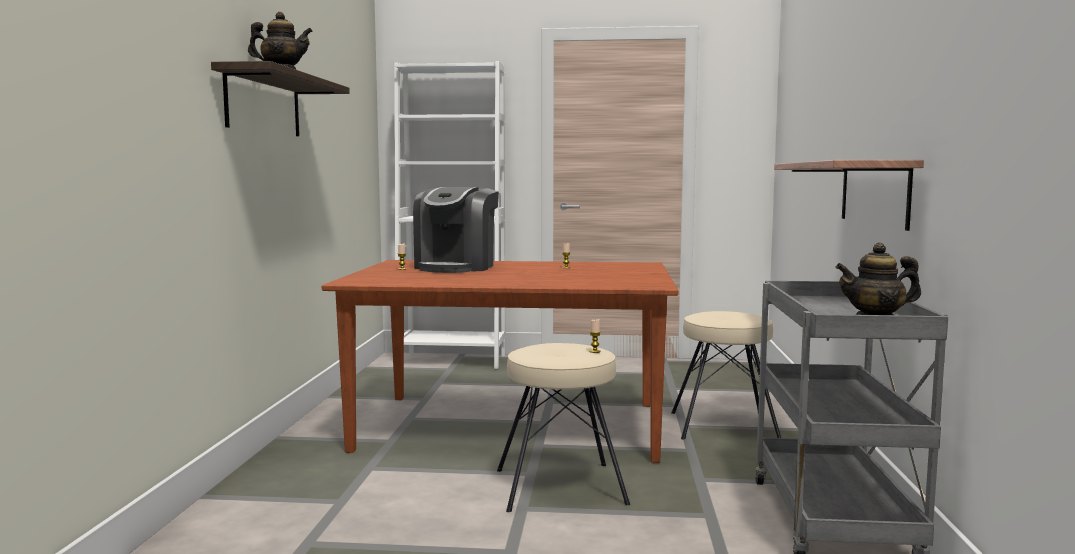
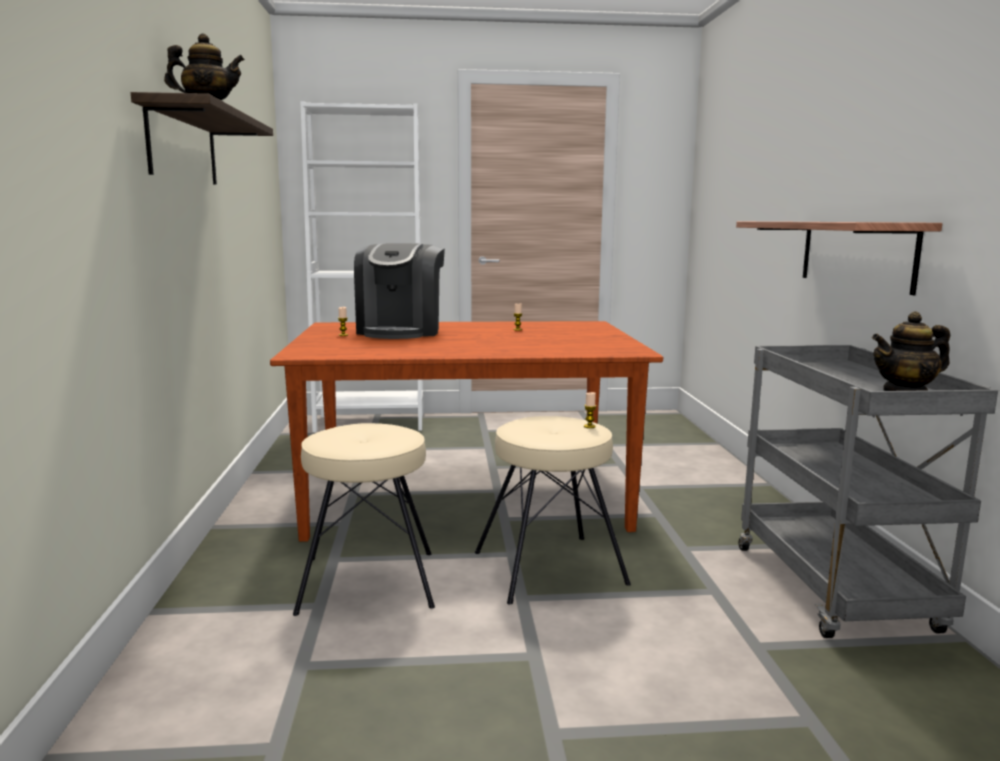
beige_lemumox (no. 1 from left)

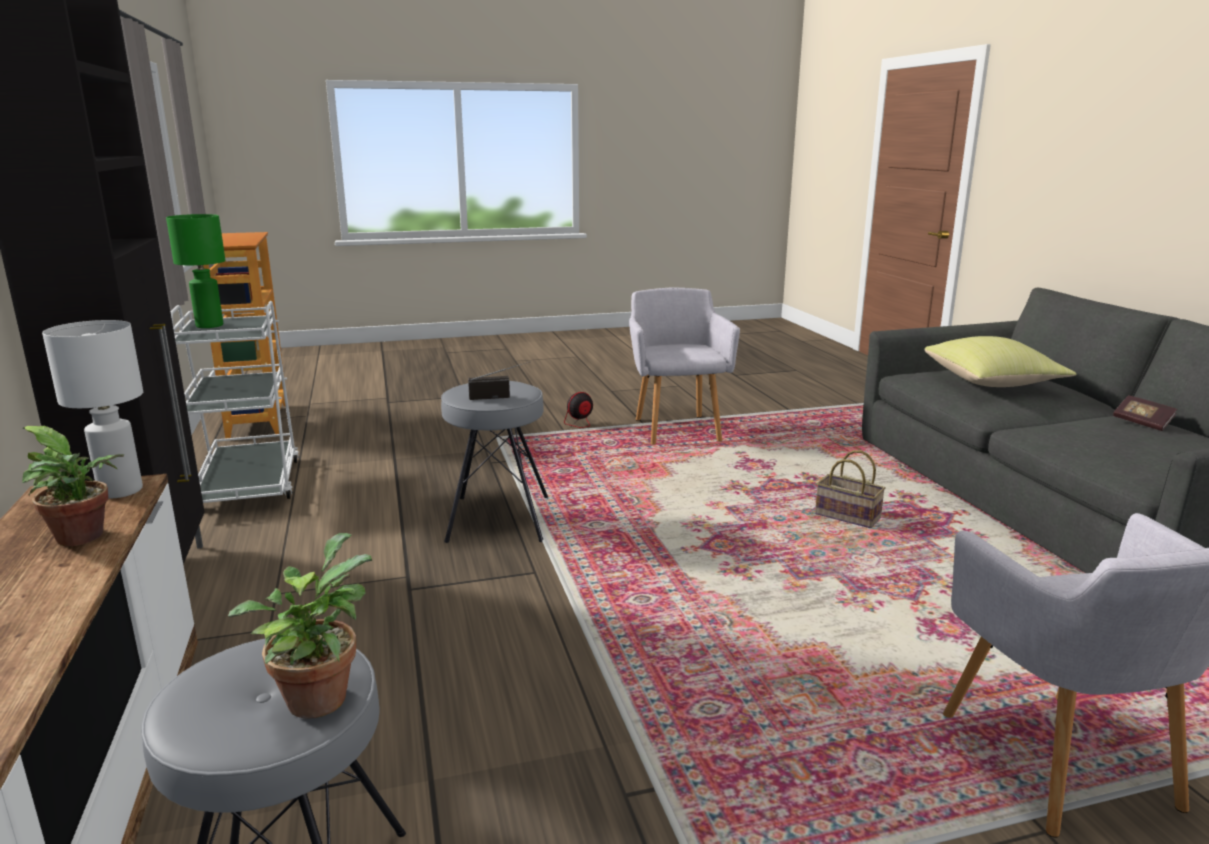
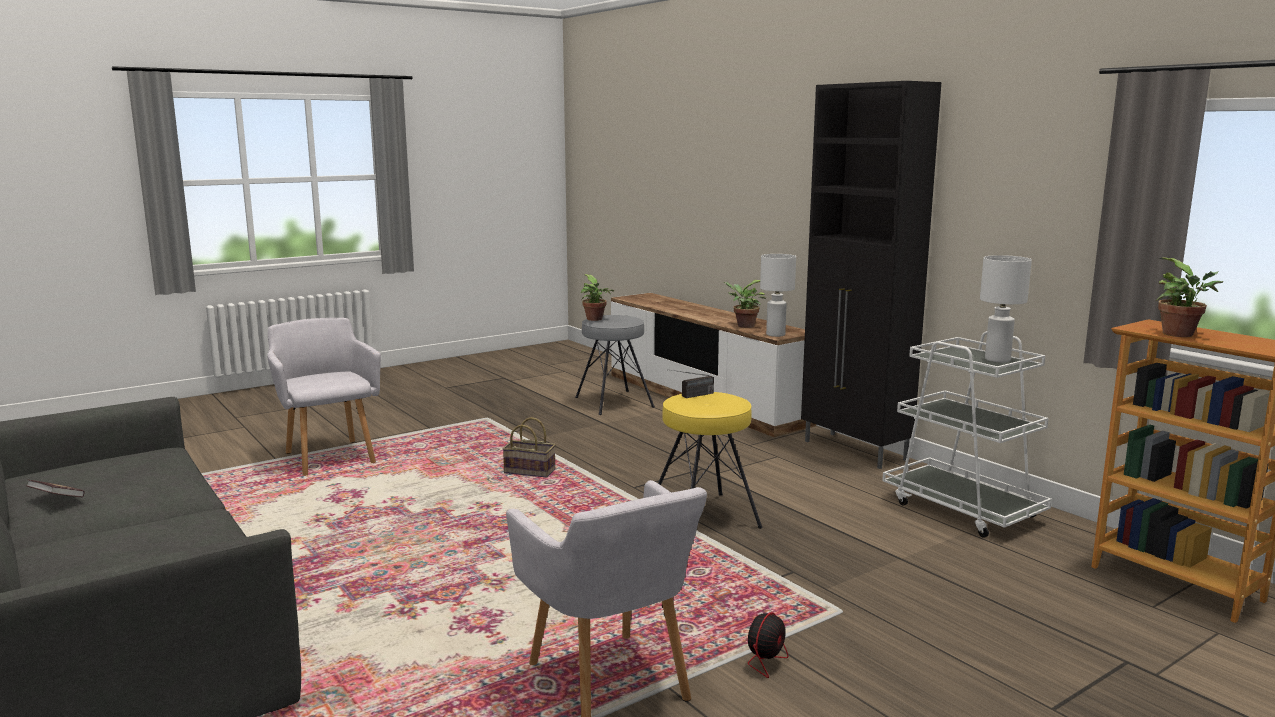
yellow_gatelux; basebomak (no. 3 from left); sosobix; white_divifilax (no. 2 from left); yellow_lemumox

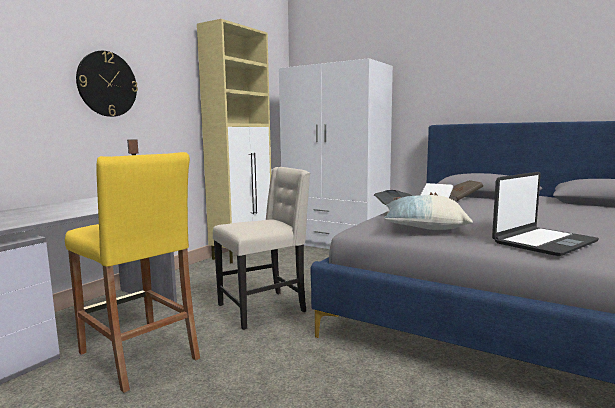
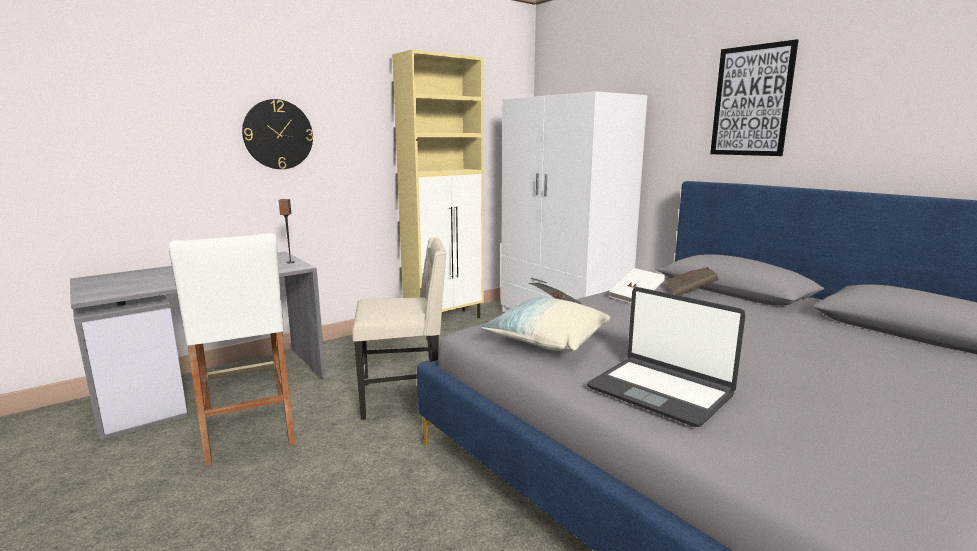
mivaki; white_lemumox; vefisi

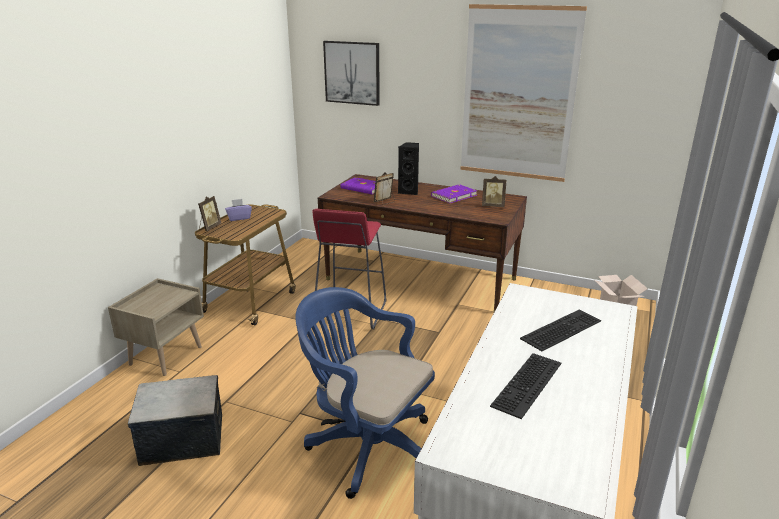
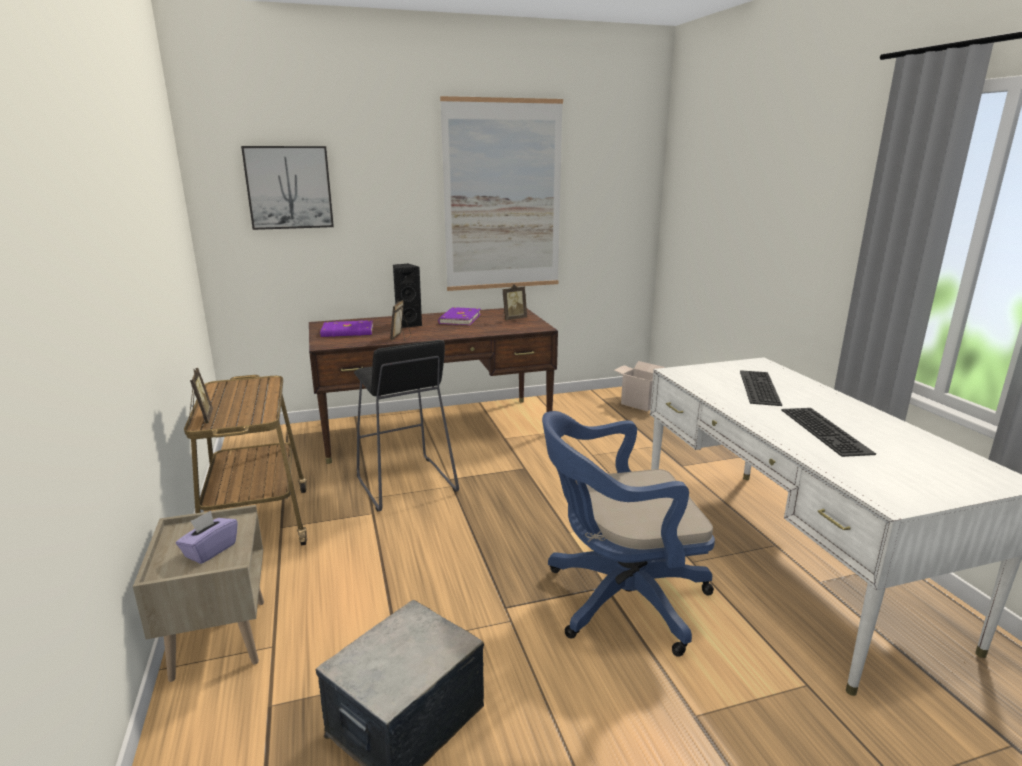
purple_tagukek; black_lemumox

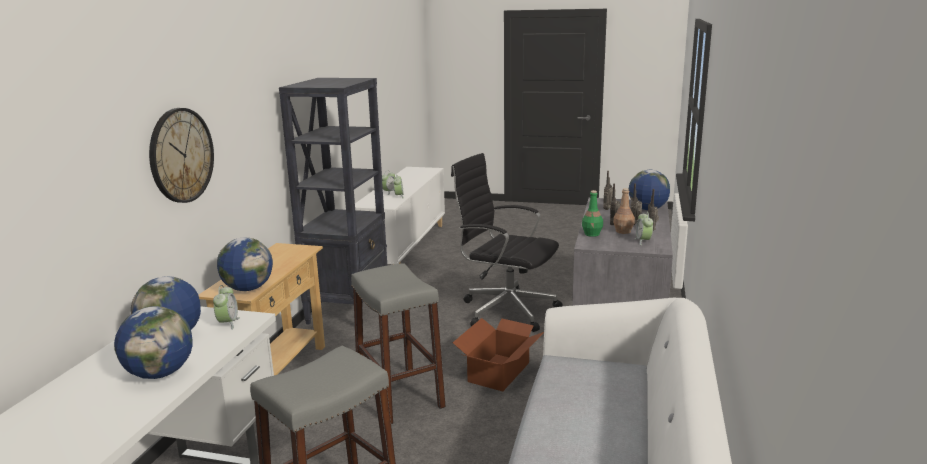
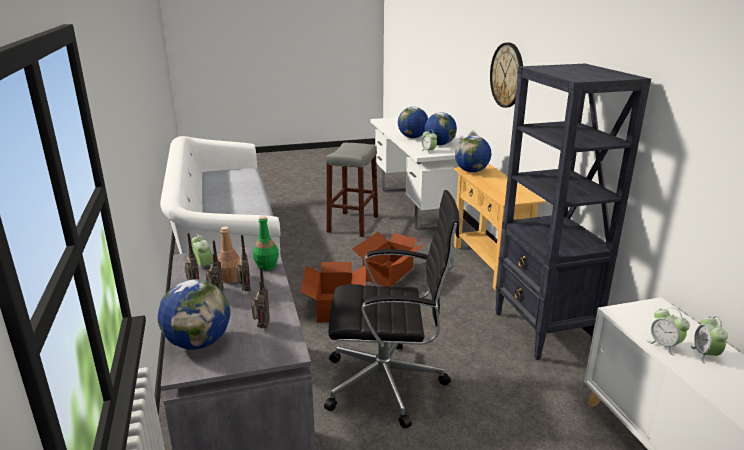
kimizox (no. 2 from left)

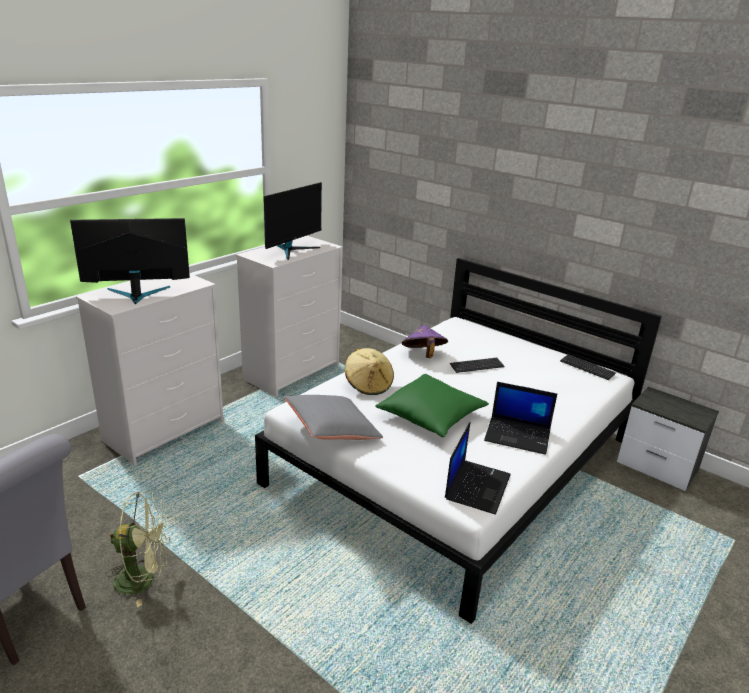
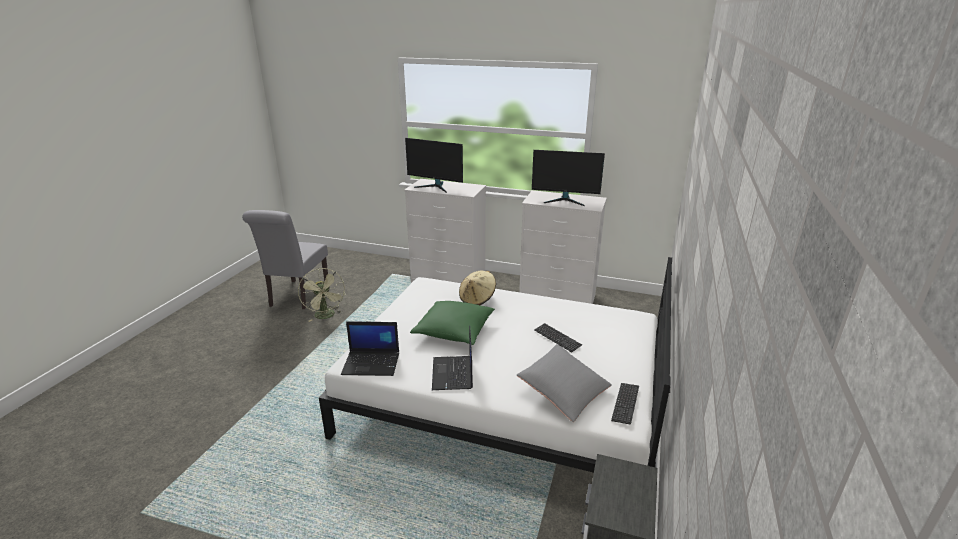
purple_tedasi; grey_gatelux; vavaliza (no. 1 from left)

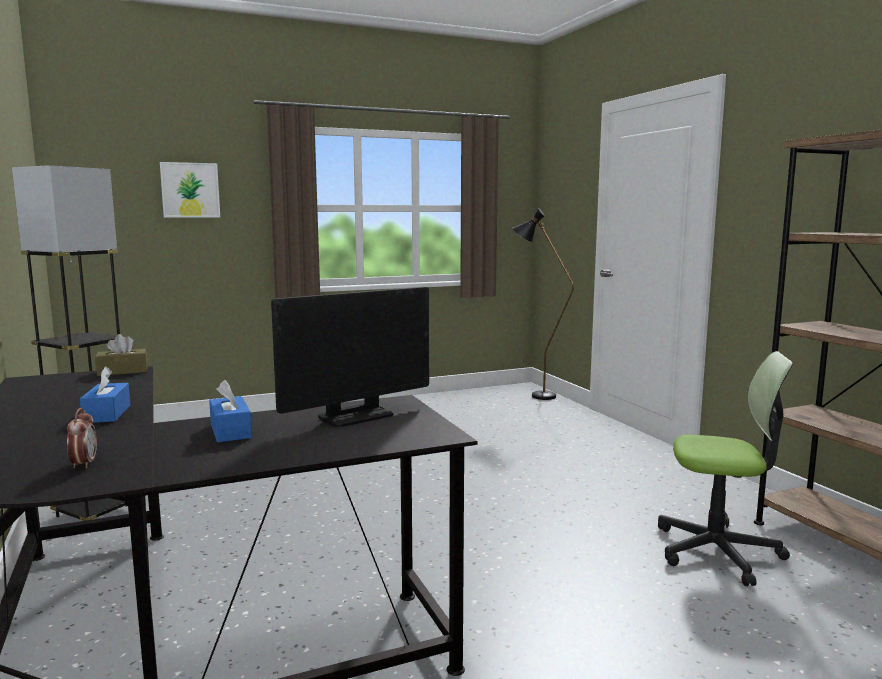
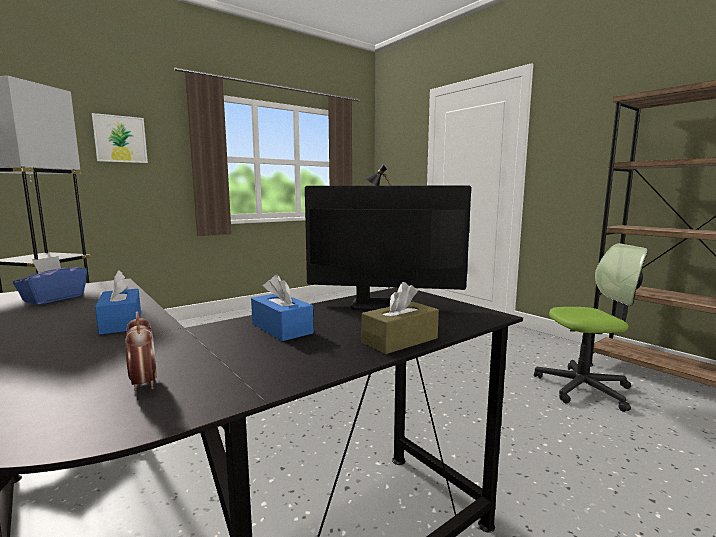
blue_tagukek (no. 1 from left); brown_tagukek; vavaliza

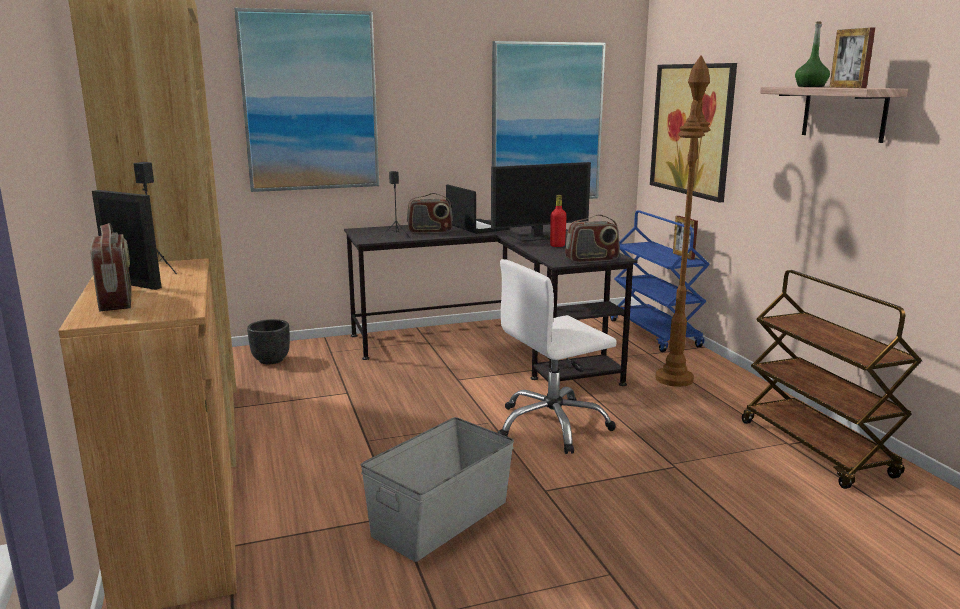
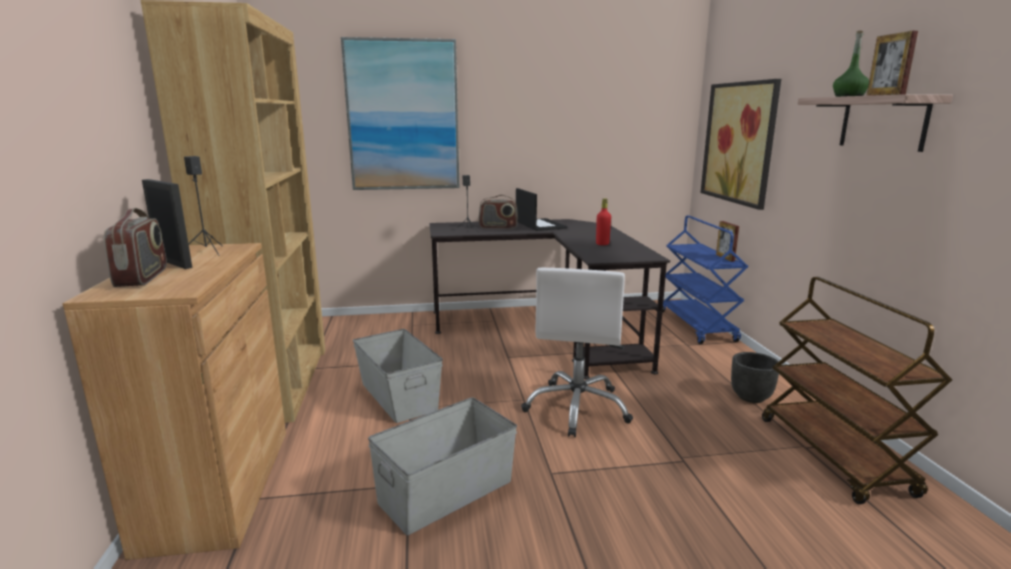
vavaliza; mivaki (no. 2 from left in the first image); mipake (no. 3 from left in the first image); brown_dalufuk; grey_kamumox (no. 1 from left); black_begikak; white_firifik

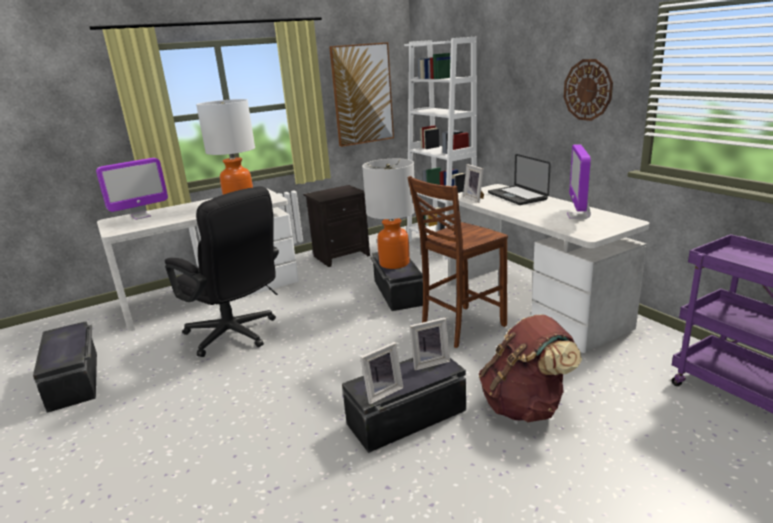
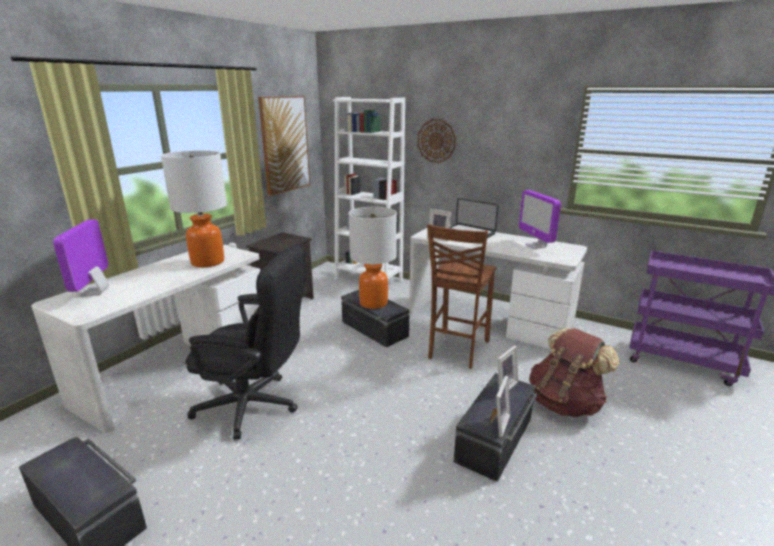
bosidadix; vavaliza (no. 1 from left)

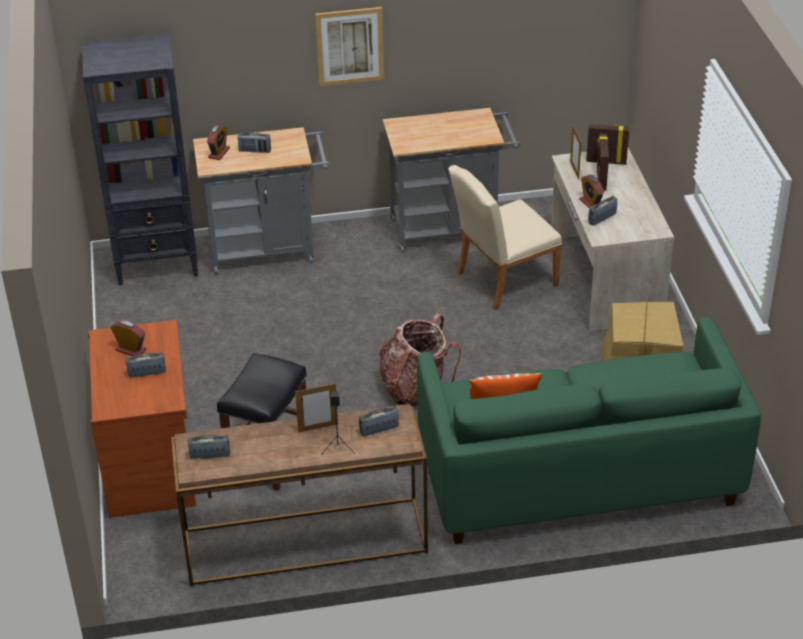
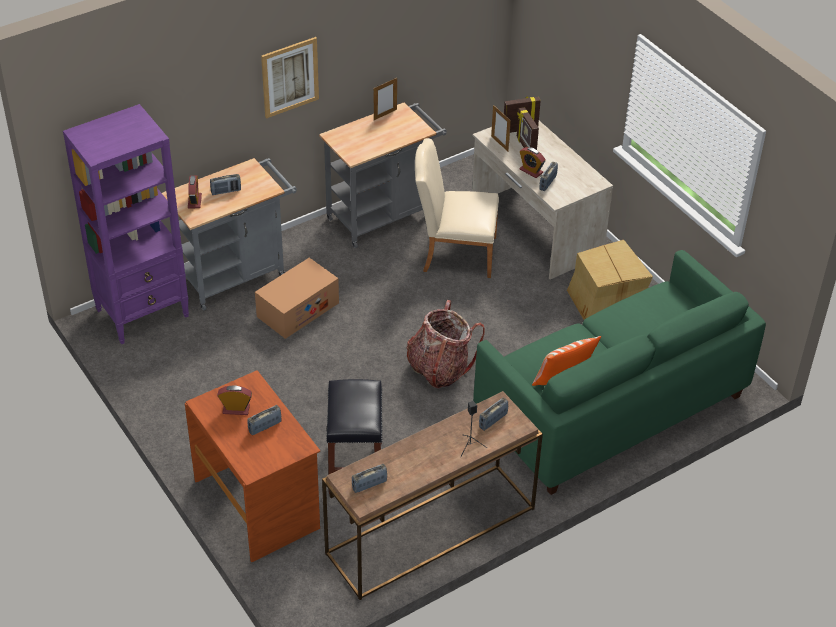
kimizox (no. 1 from left); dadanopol (no. 1 from left); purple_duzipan; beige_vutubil

